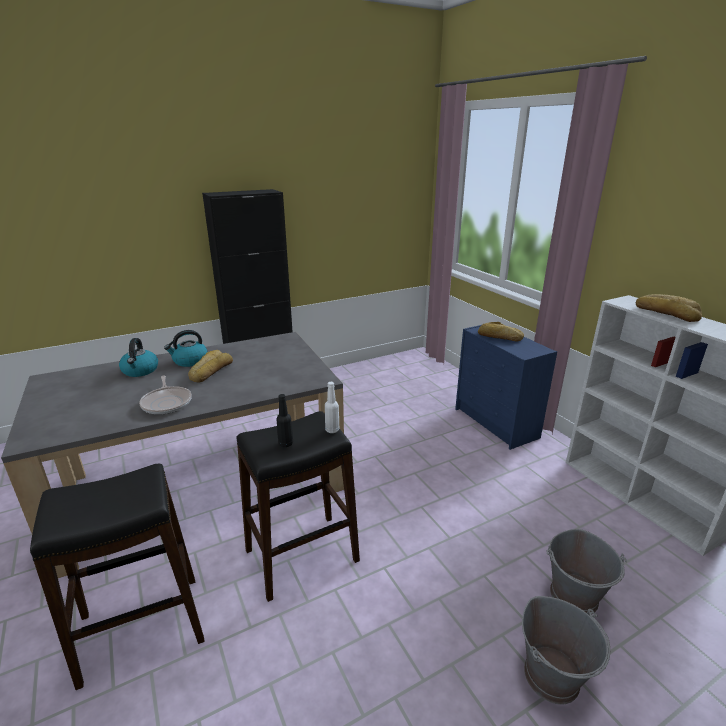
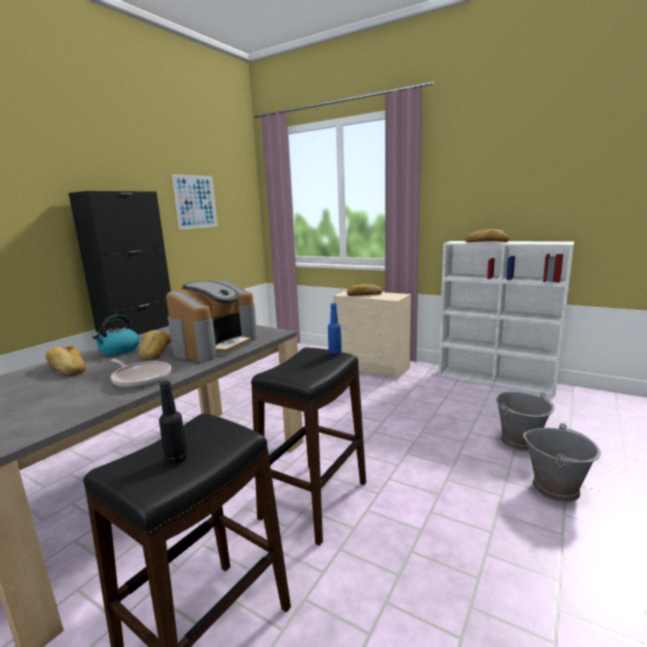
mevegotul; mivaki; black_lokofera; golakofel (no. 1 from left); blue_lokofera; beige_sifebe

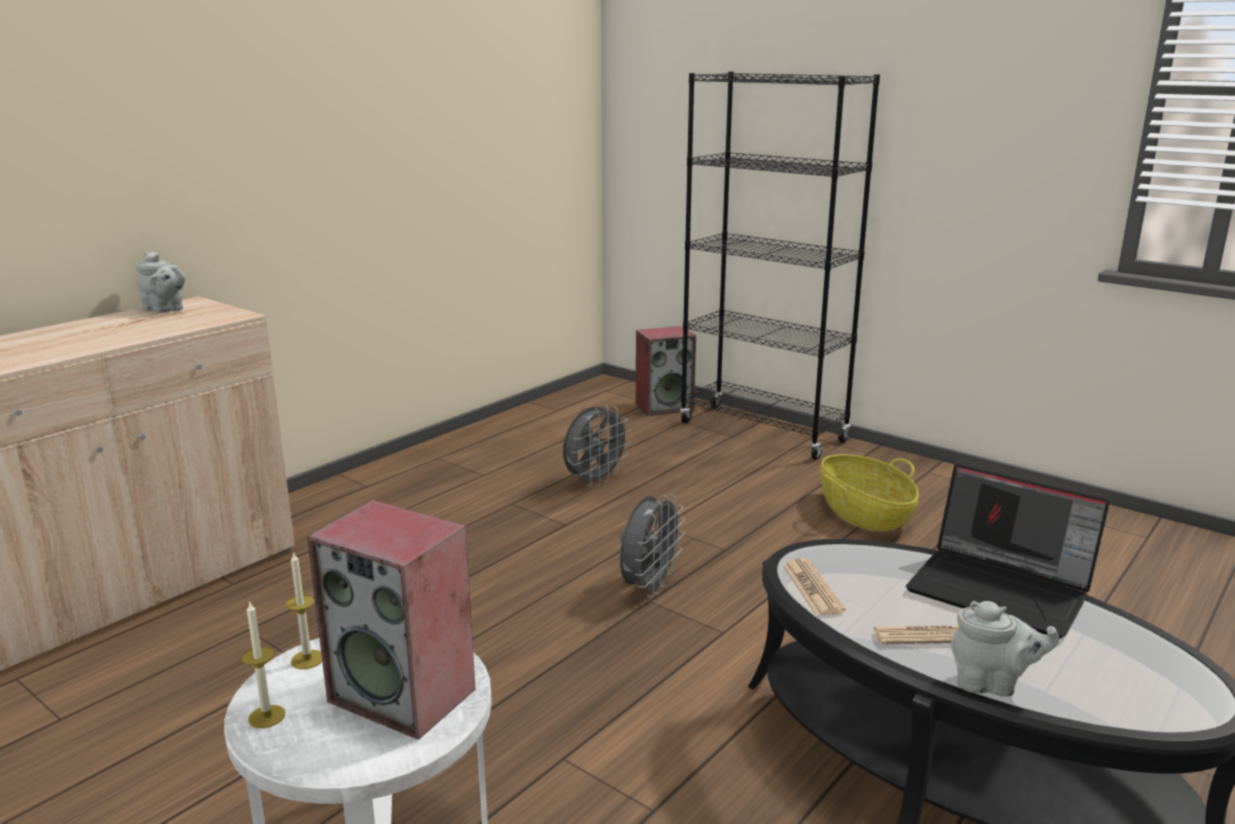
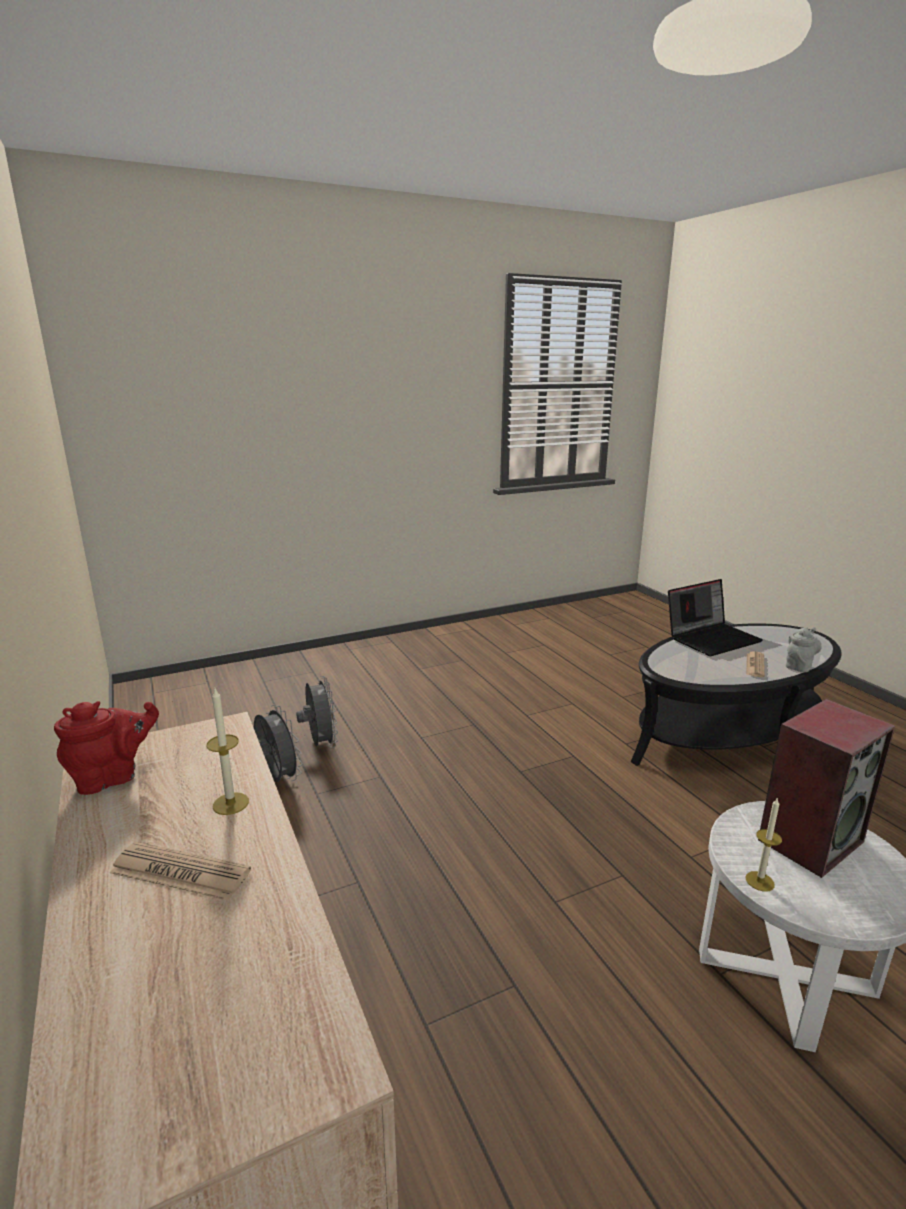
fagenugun (no. 2 from left in the first image); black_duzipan; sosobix; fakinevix (no. 1 from left); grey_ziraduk (no. 1 from left); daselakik (no. 1 from left); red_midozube

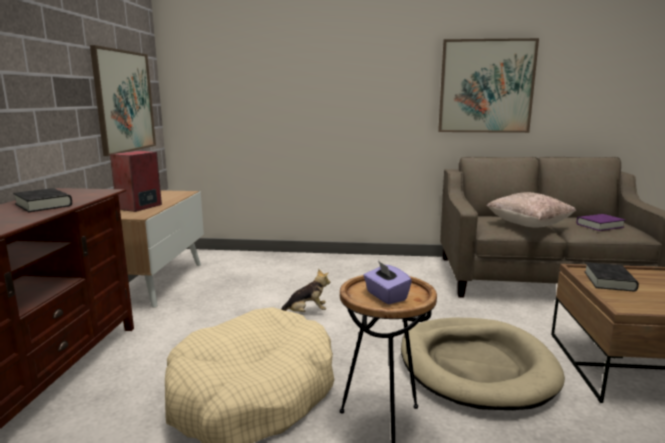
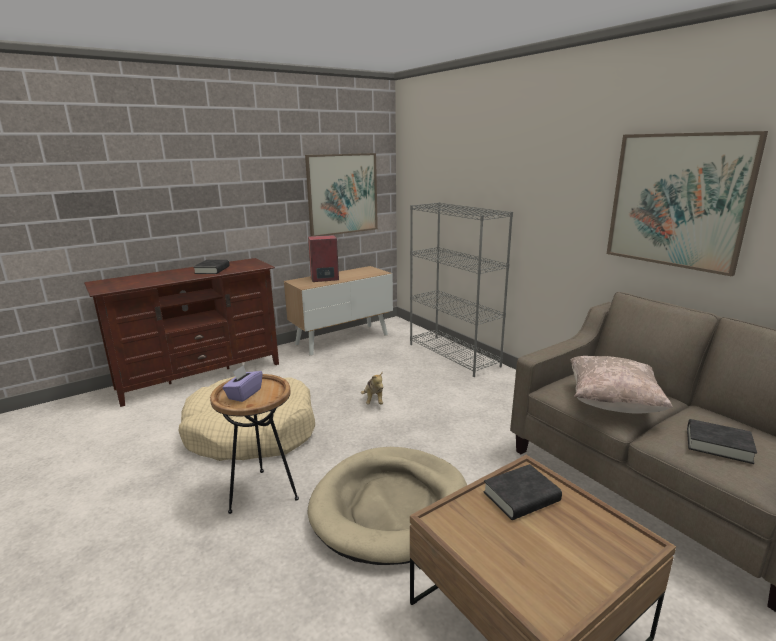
grey_duzipan; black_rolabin (no. 3 from left); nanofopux

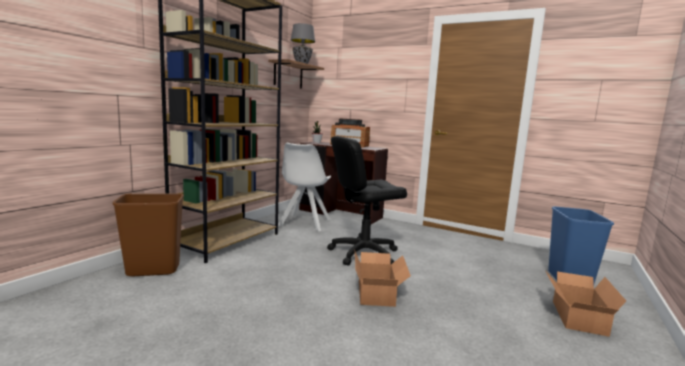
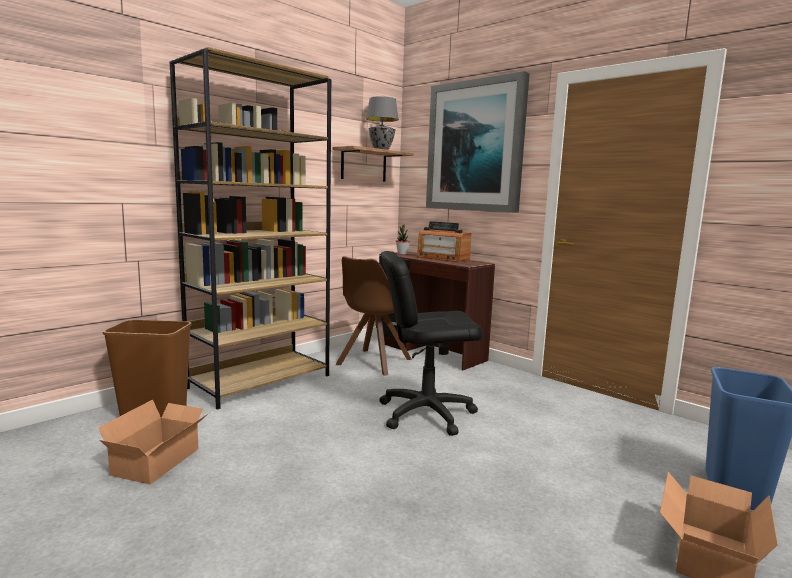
mivaki; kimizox (no. 1 from left); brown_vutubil

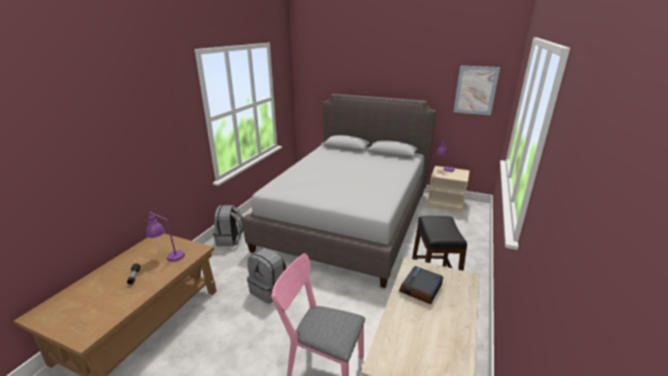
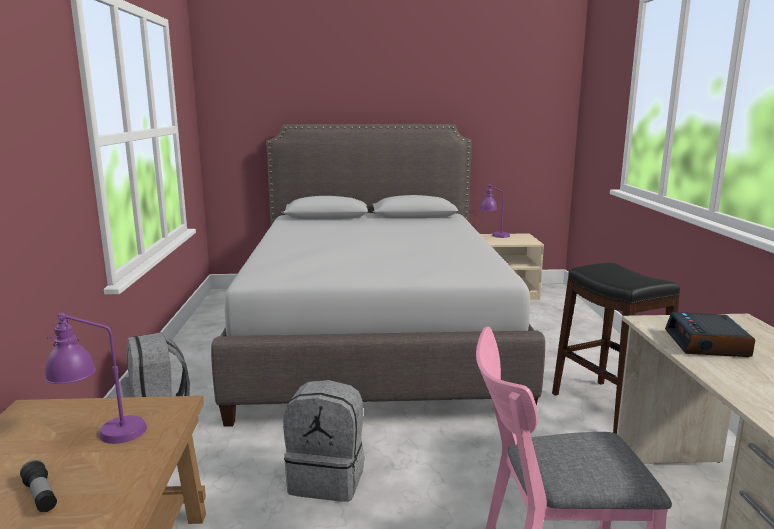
mivaki

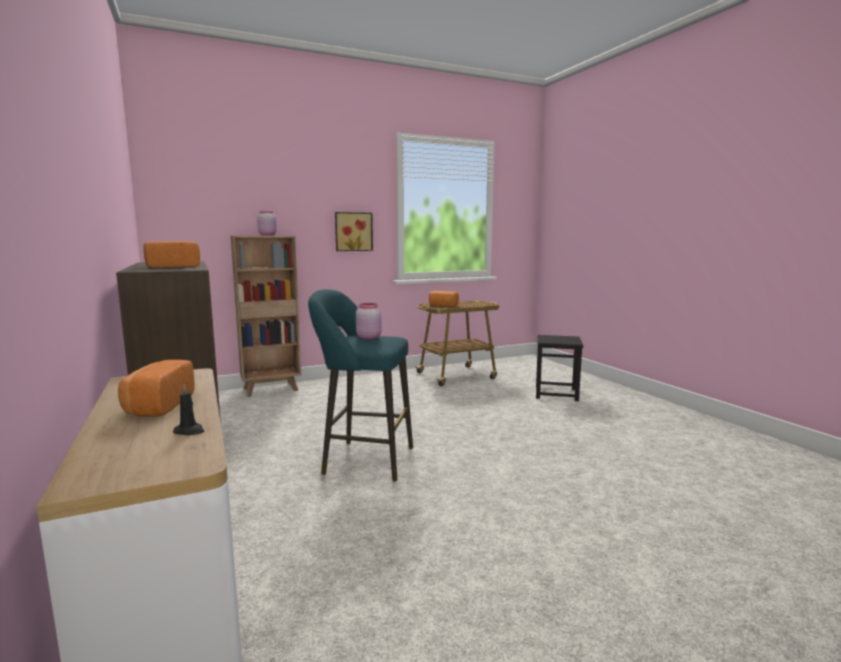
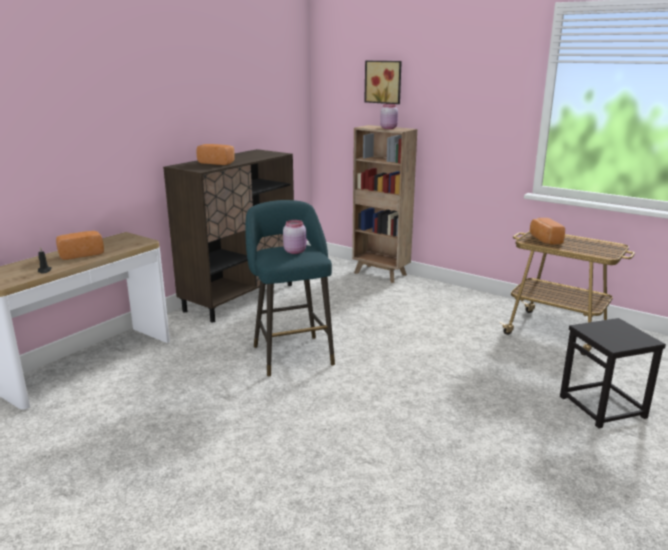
mivaki

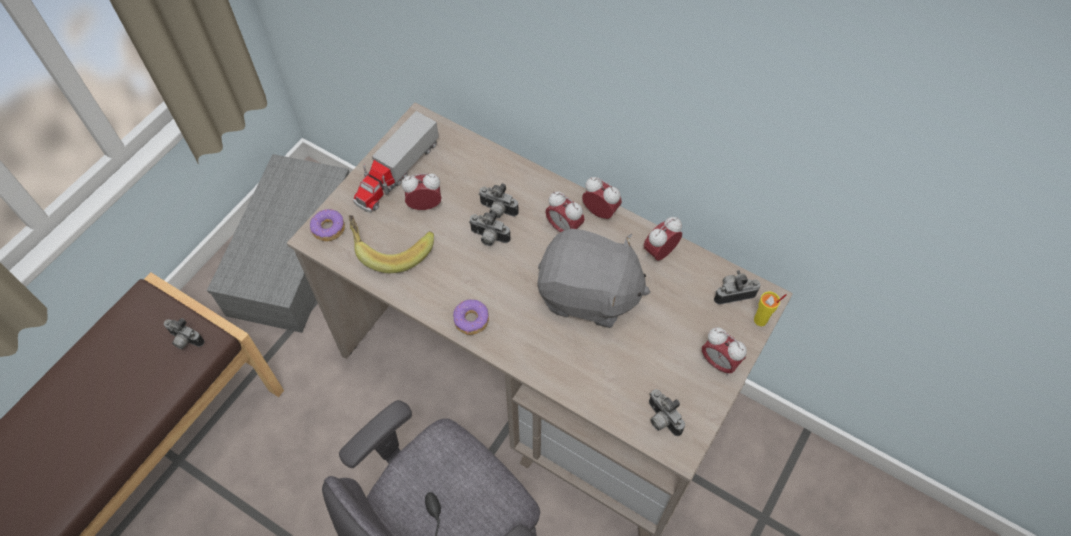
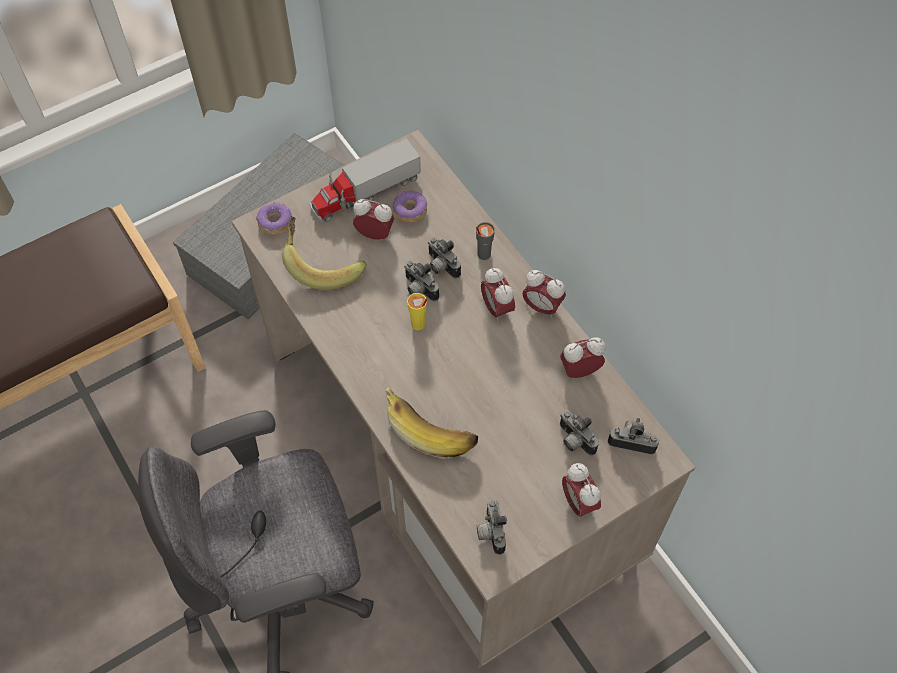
grey_nanofopux; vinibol (no. 2 from left); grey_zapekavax; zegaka (no. 4 from left); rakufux (no. 2 from left); yellow_zapekavax; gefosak (no. 3 from left)

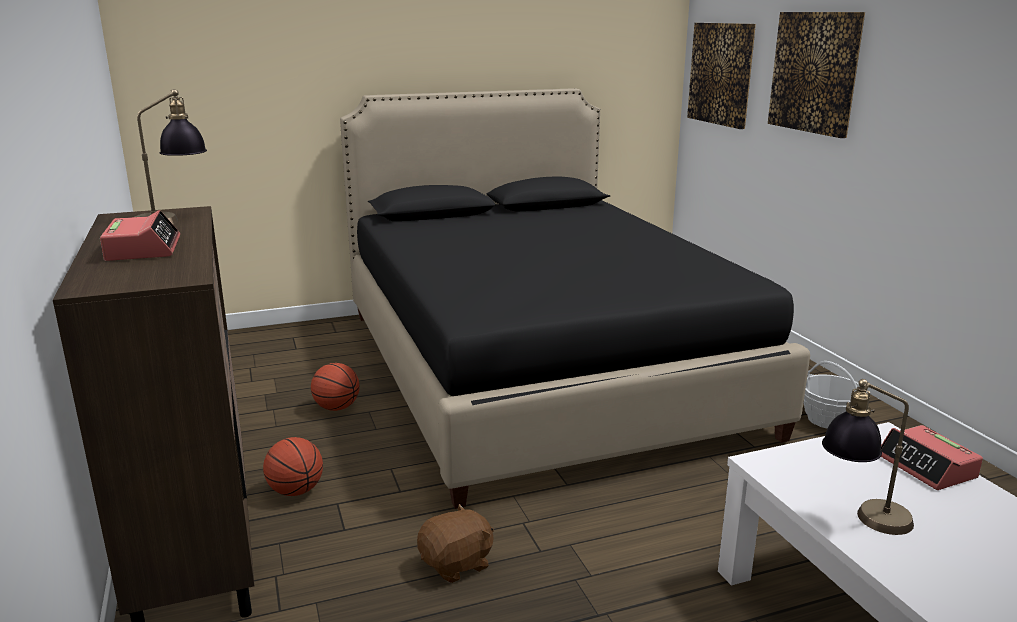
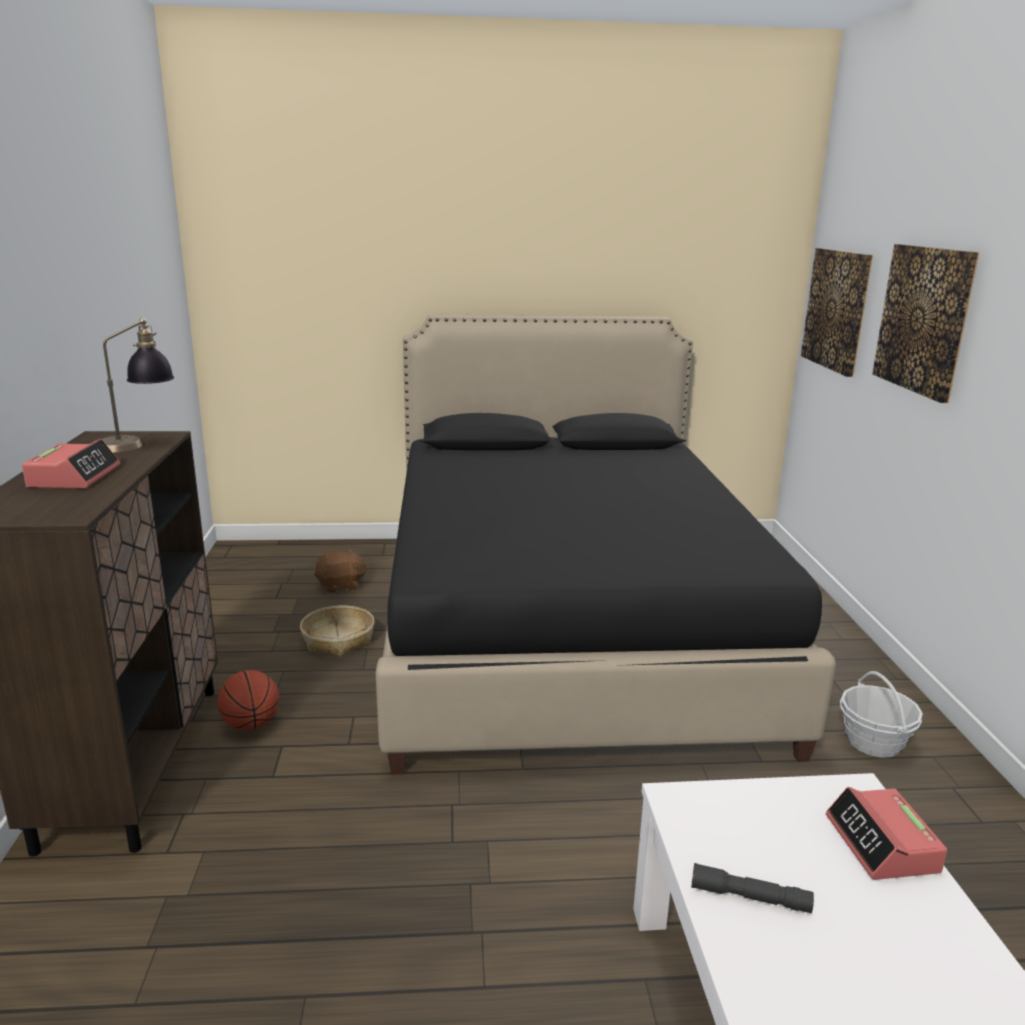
brown_nanofopux; sosobix (no. 1 from left); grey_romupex

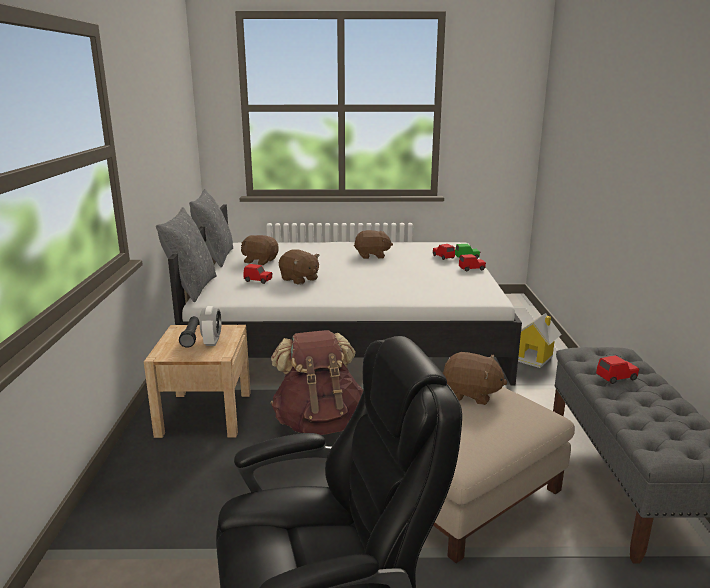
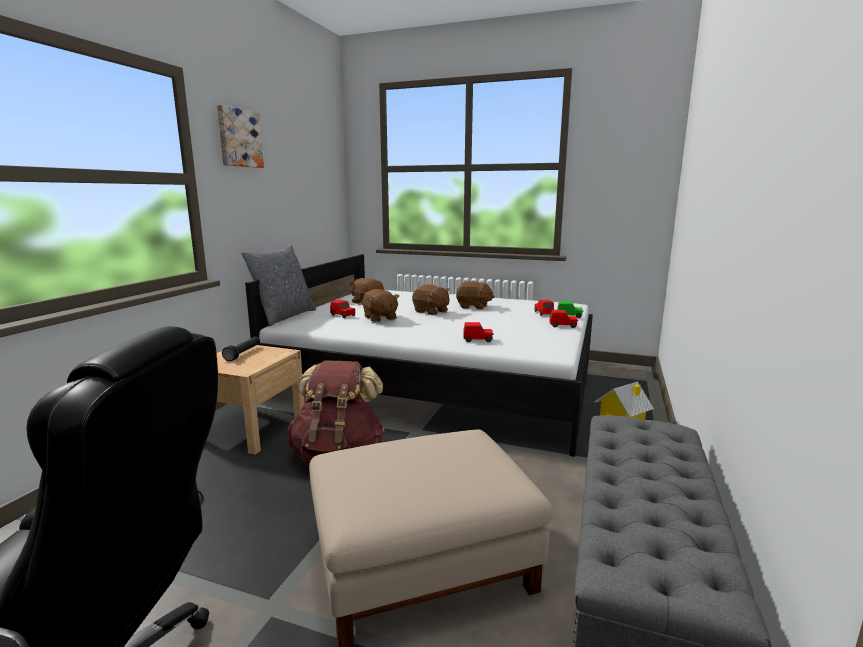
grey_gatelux (no. 2 from left in the first image); gefosak; mivaki; brown_nanofopux (no. 3 from left); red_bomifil (no. 2 from left)

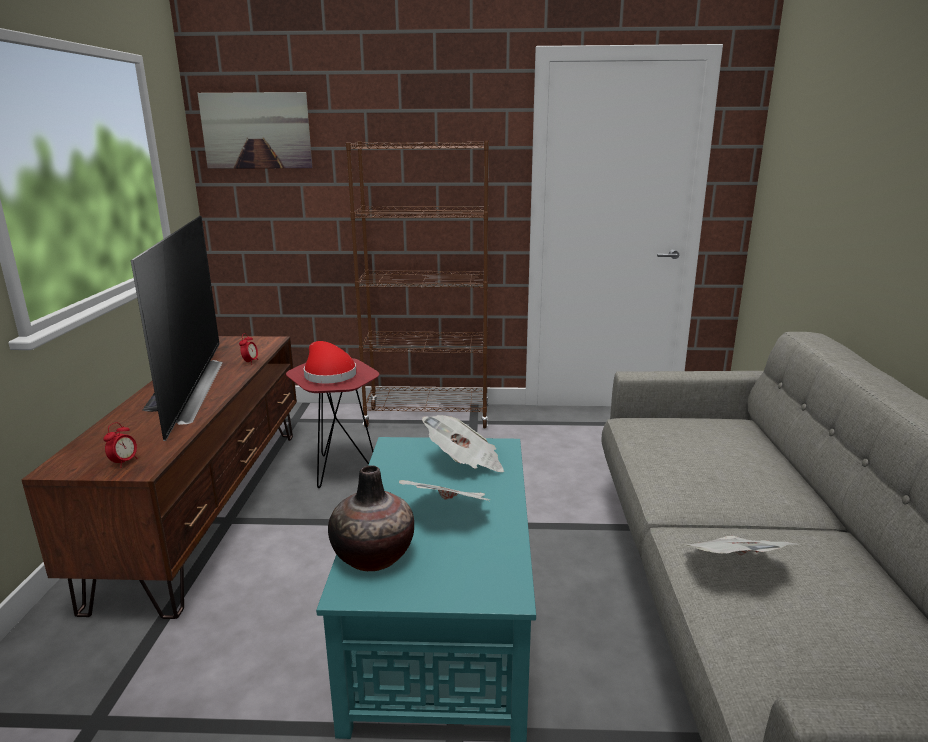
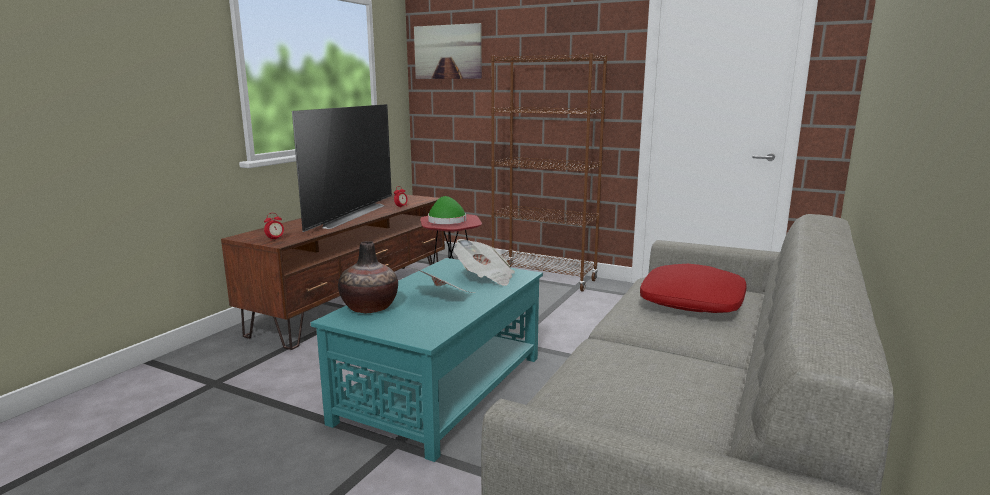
daselakik (no. 3 from left in the first image); red_gatelux; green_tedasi

